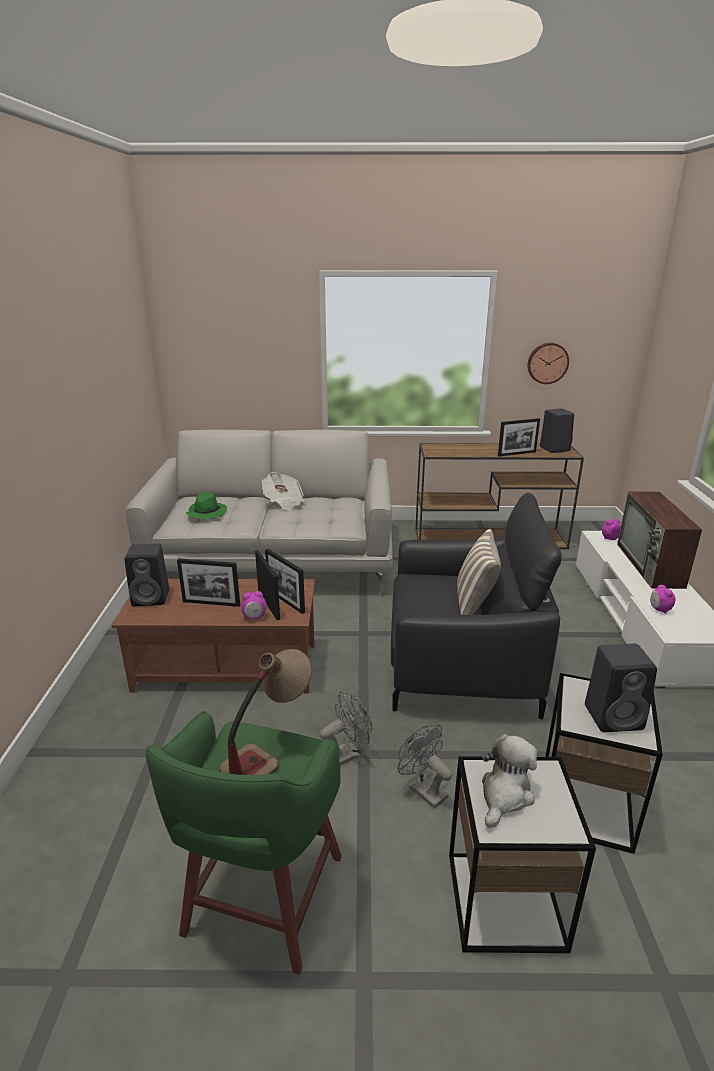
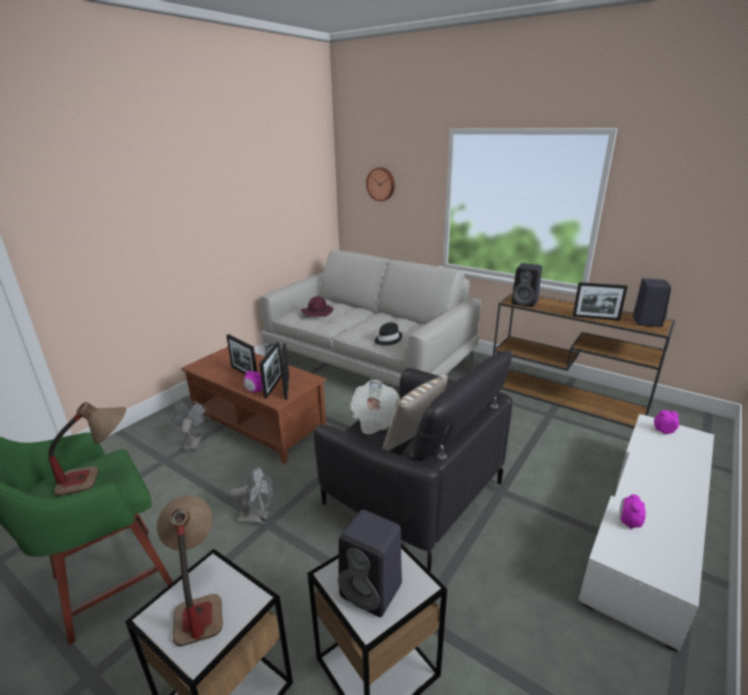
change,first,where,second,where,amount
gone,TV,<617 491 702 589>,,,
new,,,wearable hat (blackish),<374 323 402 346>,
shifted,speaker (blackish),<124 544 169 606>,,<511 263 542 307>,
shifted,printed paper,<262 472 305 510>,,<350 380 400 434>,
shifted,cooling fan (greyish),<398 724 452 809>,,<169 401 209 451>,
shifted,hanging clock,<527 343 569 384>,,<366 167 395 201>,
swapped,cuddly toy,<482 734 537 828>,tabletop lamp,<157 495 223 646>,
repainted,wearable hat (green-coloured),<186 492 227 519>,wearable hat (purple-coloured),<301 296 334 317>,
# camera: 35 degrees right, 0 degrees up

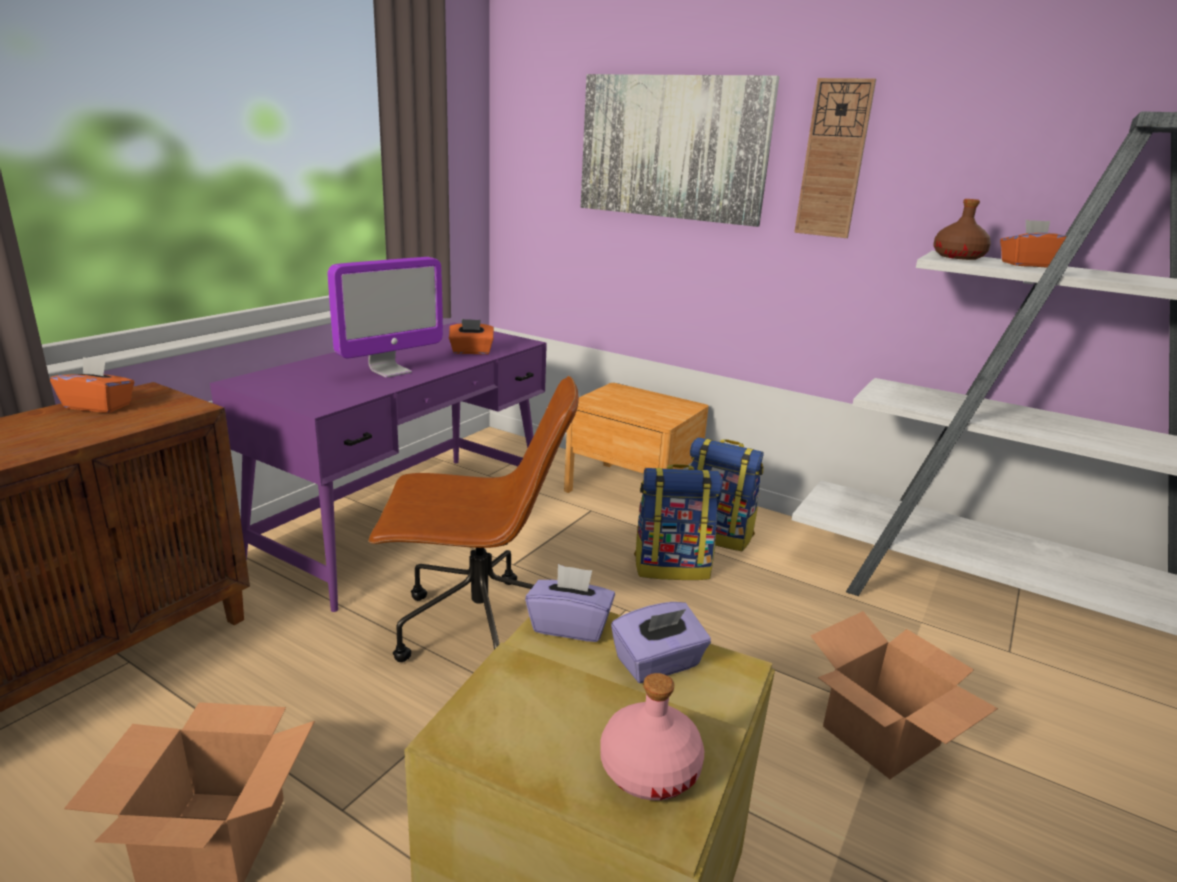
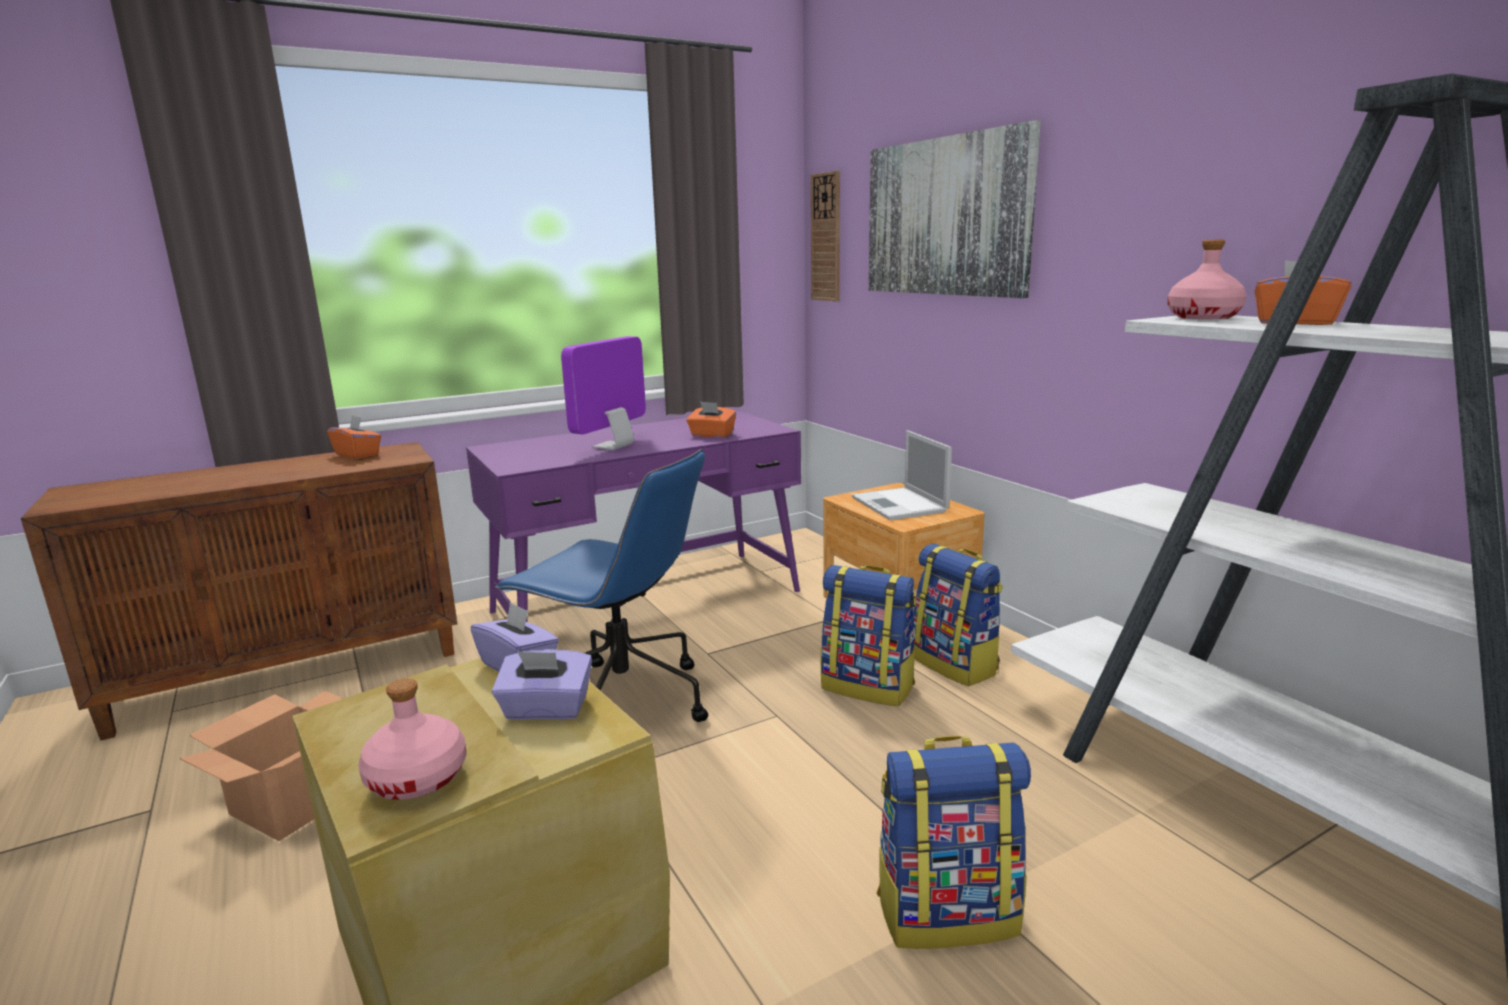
change,first,where,second,where,amount
new,,,laptop,<852 430 952 520>,
shifted,hanging clock,<794 78 876 238>,,<811 170 840 301>,
swapped,cardboard box,<811 611 998 779>,knapsack,<876 736 1031 949>,
repainted,office chair (brown-coloured),<368 376 579 662>,office chair (blue),<495 449 708 722>,
repainted,bottle (brown-coloured),<933 199 991 260>,bottle (pink-coloured),<1167 239 1247 320>,
rotated,monitor,<327 257 443 378>,,<561 336 646 450>,135 degrees clockwise
# camera: 30 degrees right, 5 degrees down

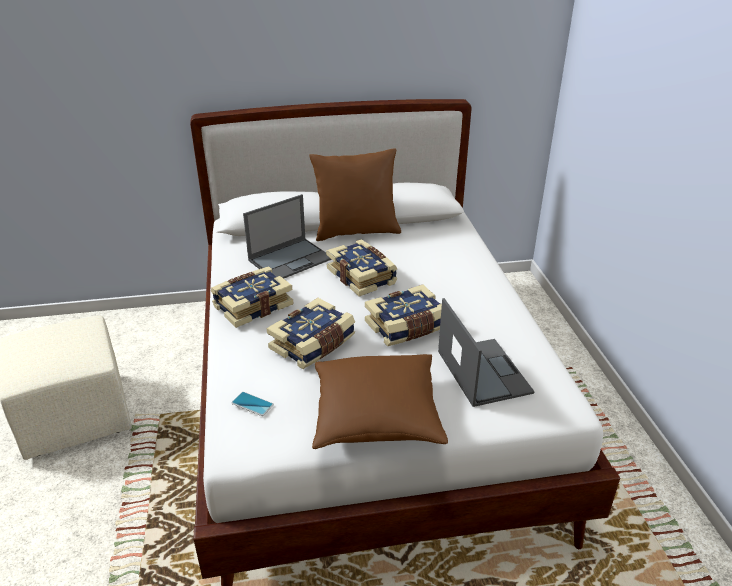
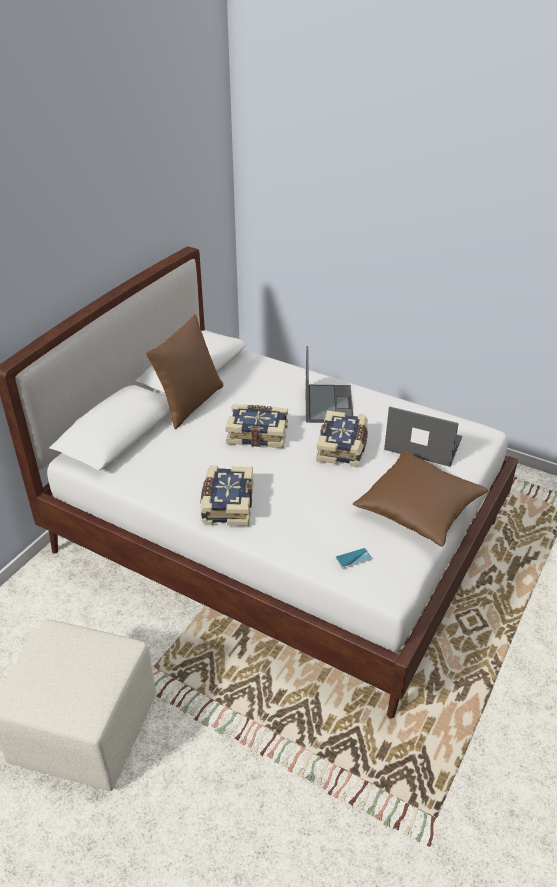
change,first,where,second,where,amount
gone,volume,<266 298 355 369>,,,
shifted,laptop,<243 194 332 278>,,<305 346 353 423>,
# camera: 50 degrees left, 5 degrees up

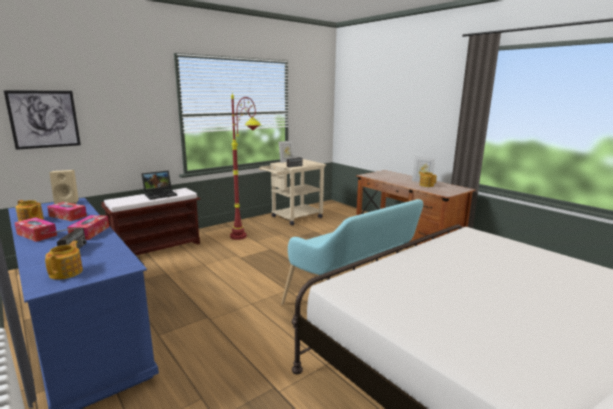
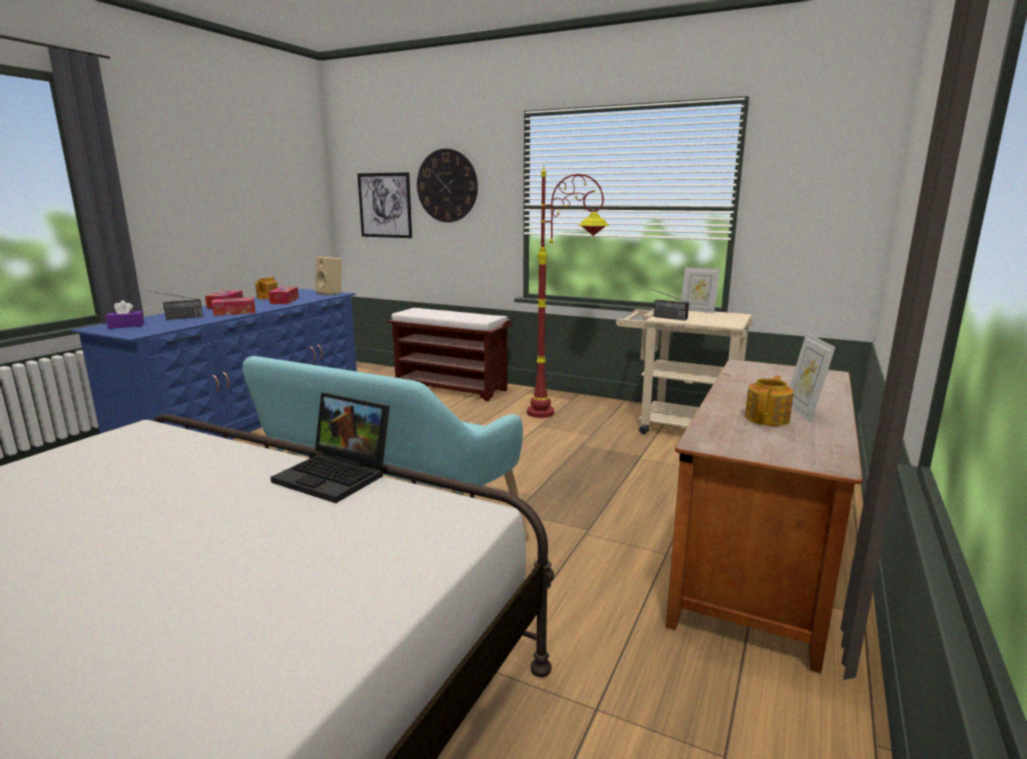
change,first,where,second,where,amount
new,,,hanging clock,<417 149 478 222>,
shifted,laptop,<141 171 177 200>,,<270 393 390 503>,
swapped,teapot,<45 241 83 280>,tissue box (purple-coloured),<106 300 144 329>,
# camera: 65 degrees right, 0 degrees up

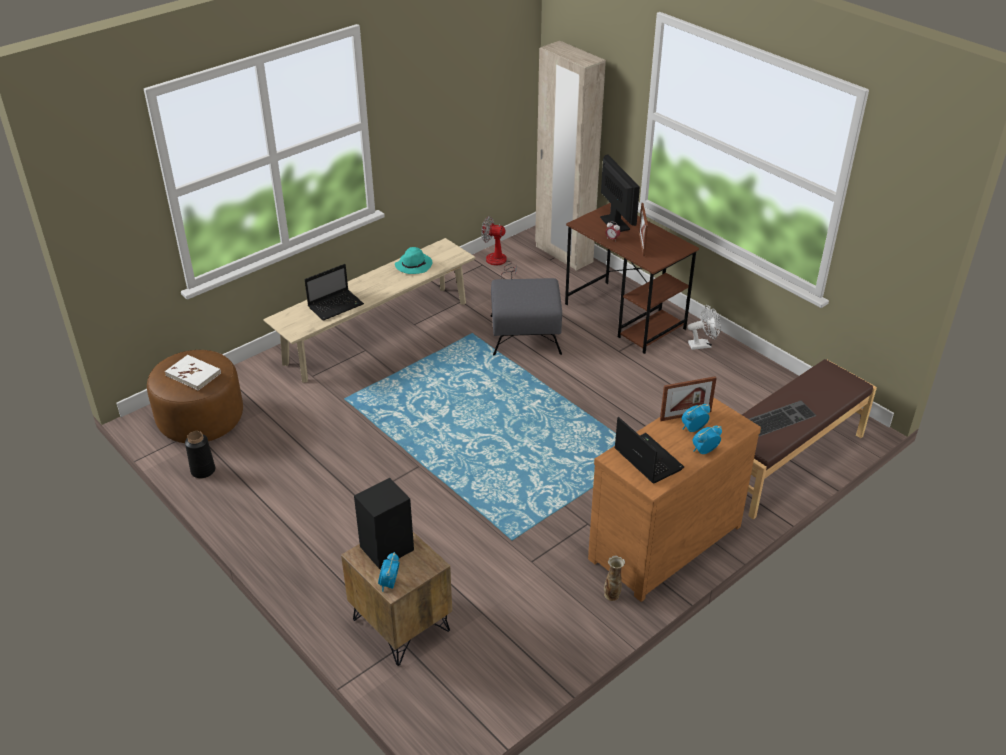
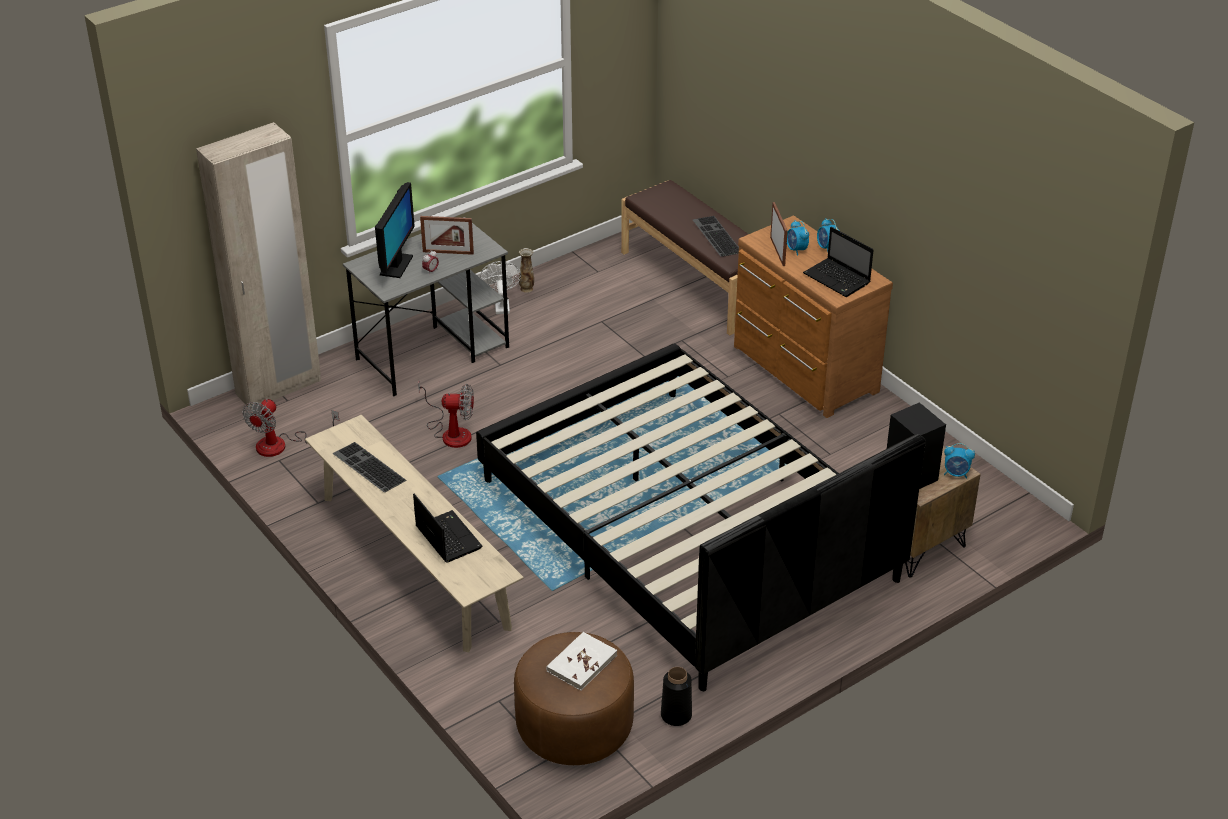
change,first,where,second,where,amount
new,,,bedroom bed (blackish),<476 343 926 691>,
shifted,flower vase,<604 556 625 601>,,<519 248 534 293>,
swapped,wearable hat (turquoise),<395 247 433 274>,PC keyboard,<332 442 406 492>,
swapped,footrest (greyish),<491 278 562 355>,cooling fan,<418 380 474 448>,
repainted,desk (brown-coloured),<565 203 699 354>,desk (greyish),<343 217 509 397>,
rotated,monitor,<600 154 640 232>,,<375 182 415 278>,120 degrees clockwise
rotated,laptop,<615 417 684 483>,,<803 227 873 297>,105 degrees counterclockwise
# camera: 85 degrees left, 0 degrees up

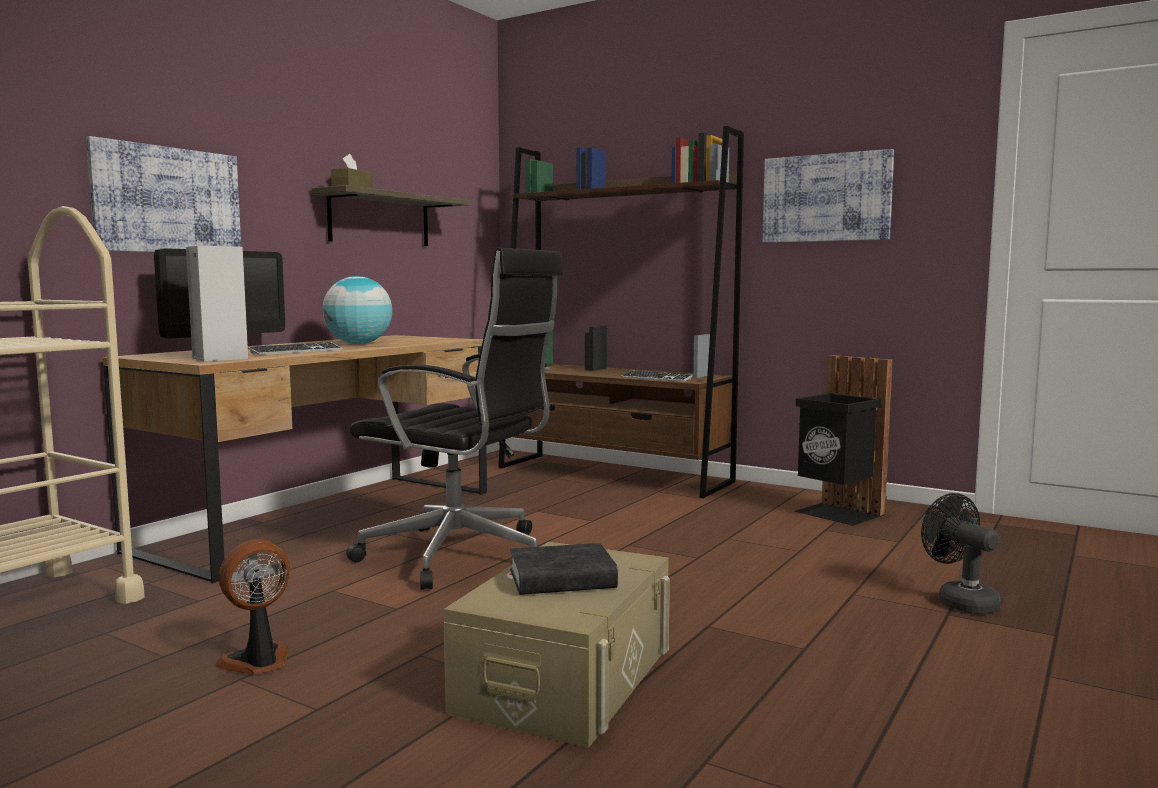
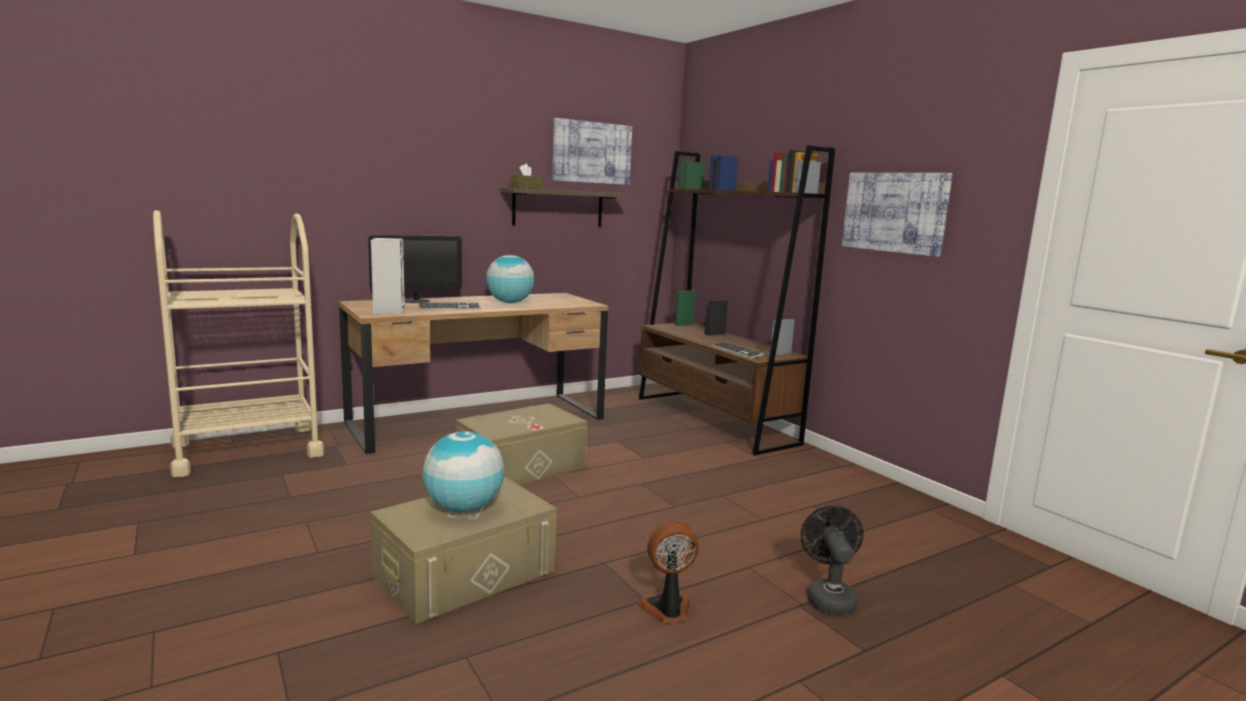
change,first,where,second,where,amount
gone,waste bin (blackish),<794 355 893 526>,,,
shifted,wall picture,<86 136 241 252>,,<552 118 632 185>,
shifted,cooling fan,<215 539 290 675>,,<638 521 699 623>,
swapped,office chair (blackish),<346 248 564 590>,storage box (beige-coloured),<456 403 587 485>,
swapped,volume (blackish),<510 543 618 595>,world globe,<423 431 504 512>,
# camera: 25 degrees right, 5 degrees up

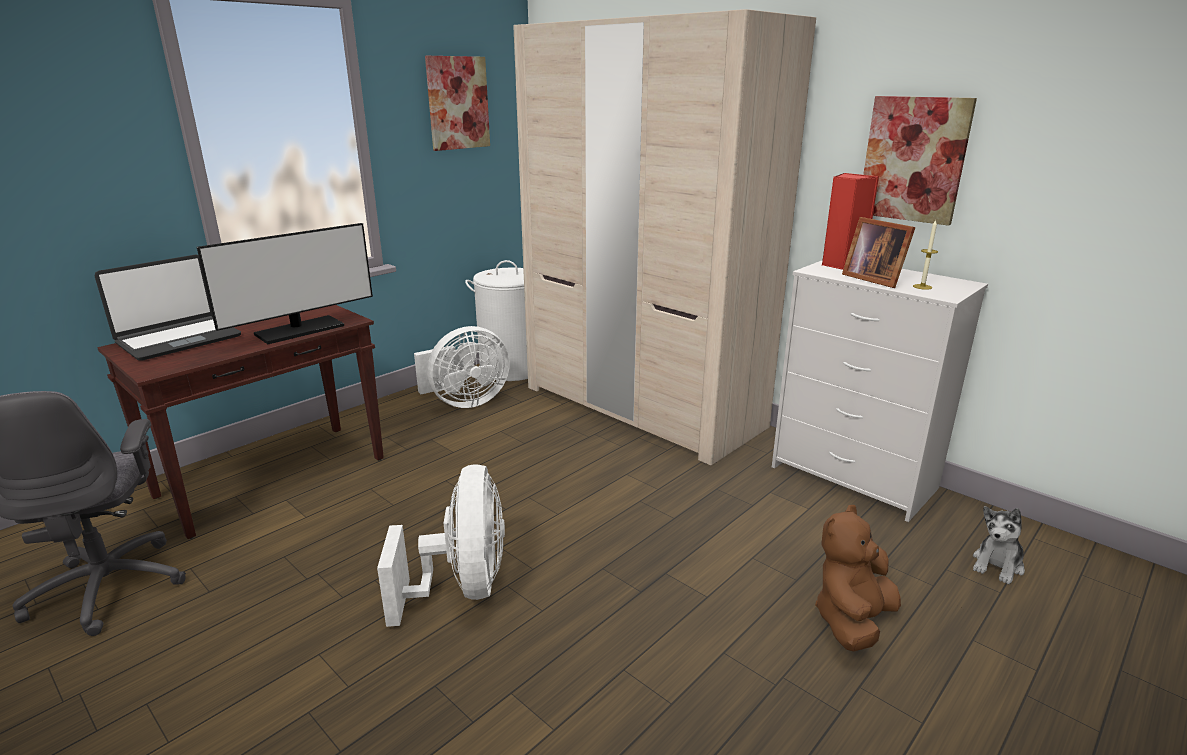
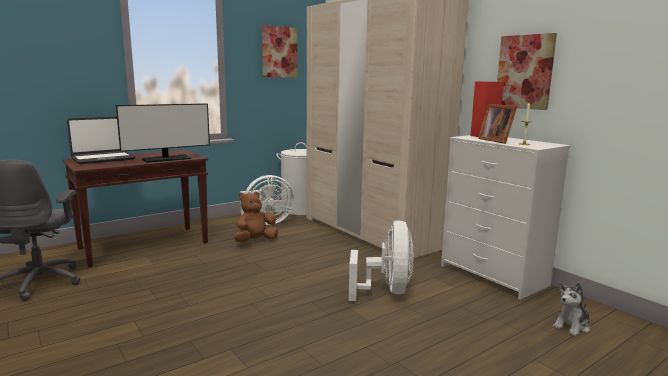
change,first,where,second,where,amount
shifted,cooling fan (white),<377 464 505 627>,,<349 221 414 301>,
shifted,cuddly toy (brown-coloured),<815 505 901 652>,,<234 192 278 242>,
# camera: 10 degrees right, 10 degrees down

